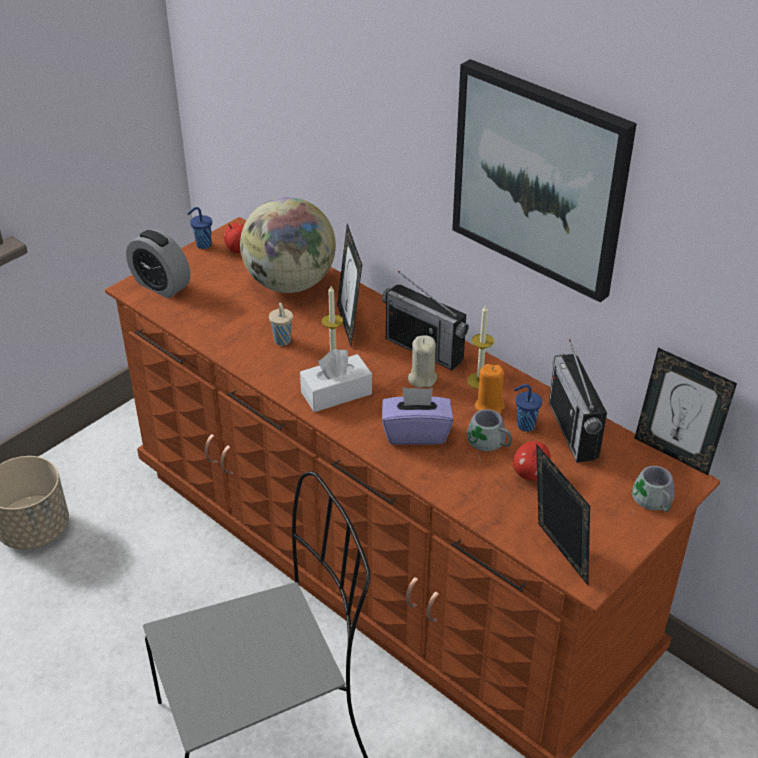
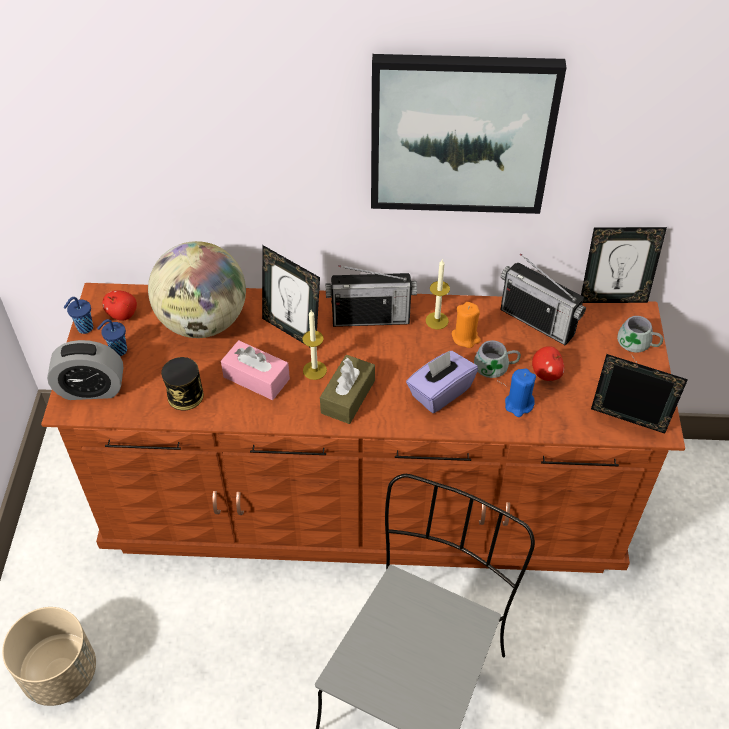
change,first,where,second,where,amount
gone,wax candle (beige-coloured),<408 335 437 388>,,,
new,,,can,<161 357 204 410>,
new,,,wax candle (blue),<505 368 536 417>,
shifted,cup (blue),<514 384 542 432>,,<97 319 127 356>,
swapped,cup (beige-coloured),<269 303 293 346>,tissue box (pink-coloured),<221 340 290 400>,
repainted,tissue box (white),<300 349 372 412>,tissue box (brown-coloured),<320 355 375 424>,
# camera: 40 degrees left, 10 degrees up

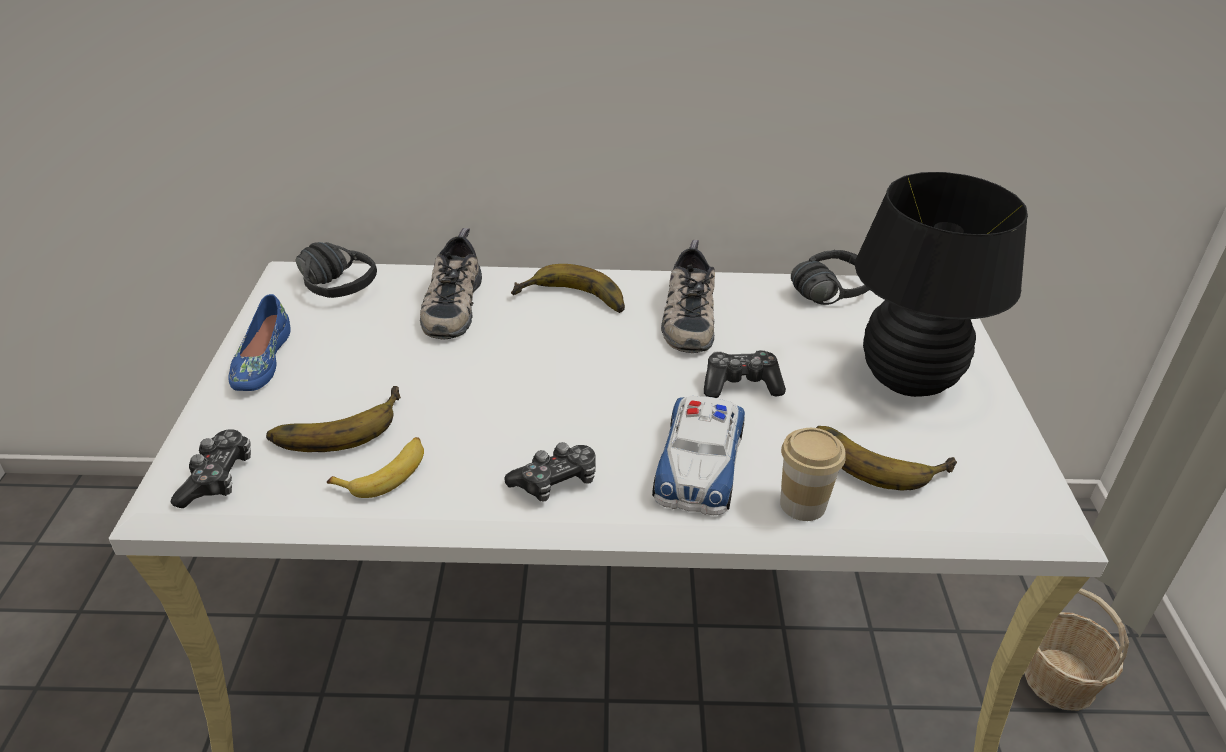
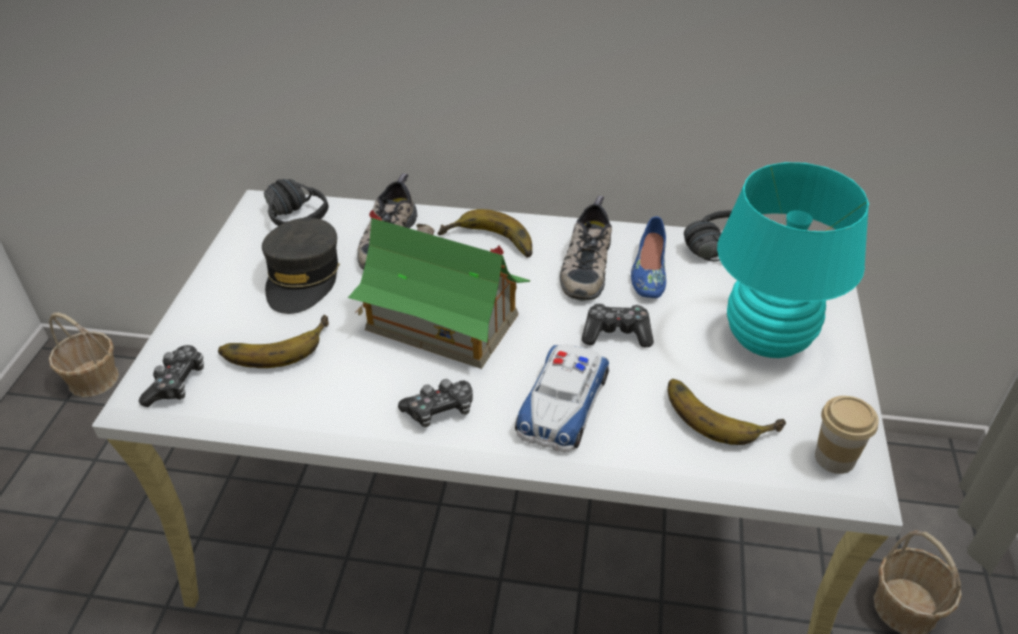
change,first,where,second,where,amount
gone,banana fruit,<327 437 424 498>,,,
new,,,basket,<49 312 119 397>,
new,,,cap (greyish),<262 218 340 314>,
new,,,miniature house,<348 209 530 369>,
shifted,item of footwear (blue),<229 294 291 391>,,<631 217 666 298>,
shifted,cup,<780 428 846 521>,,<815 396 879 474>,
repainted,tabletop lamp (blackish),<855 172 1028 397>,tabletop lamp (turquoise),<717 162 869 358>,
# camera: 10 degrees right, 5 degrees up

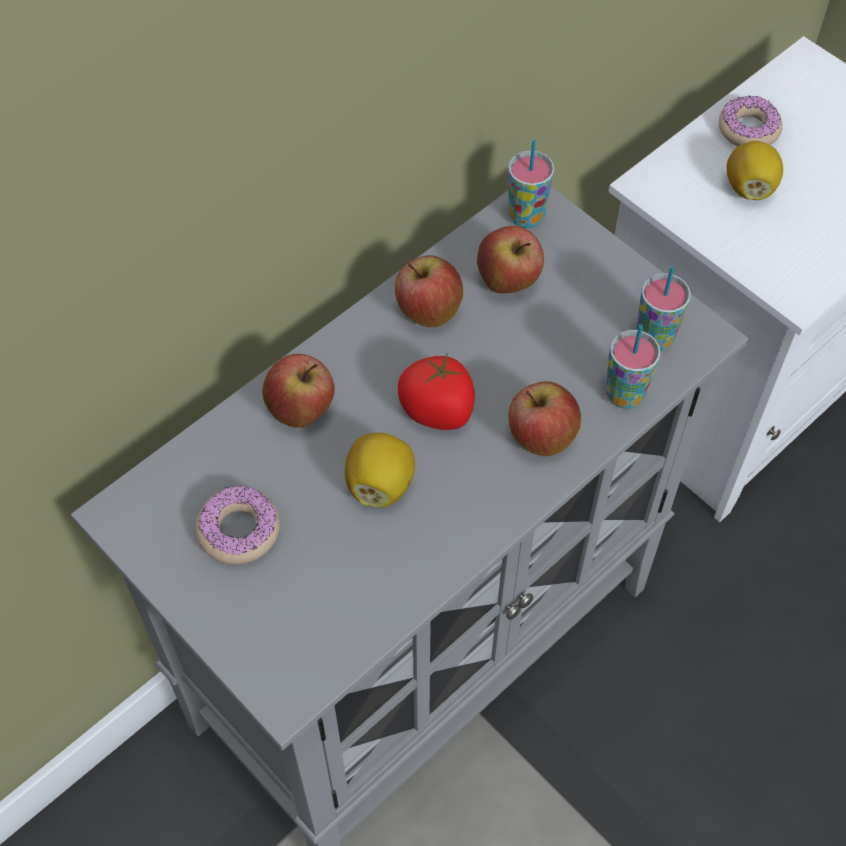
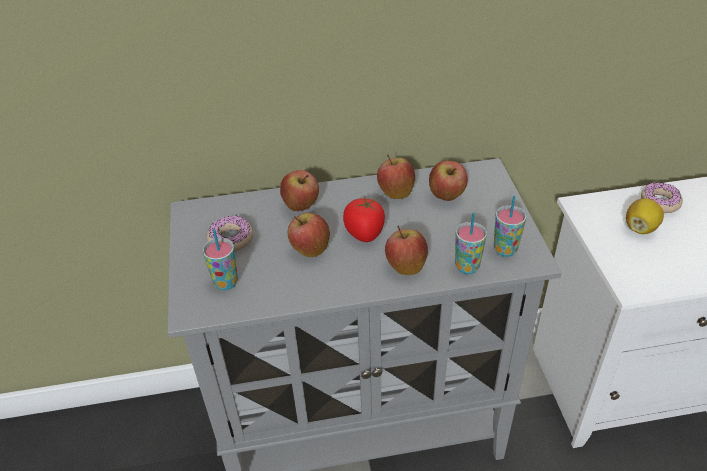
change,first,where,second,where,amount
shifted,cup,<508 140 555 228>,,<203 229 238 290>,
swapped,lemon,<345 432 415 507>,apple,<287 212 330 257>,
# camera: 35 degrees right, 15 degrees down

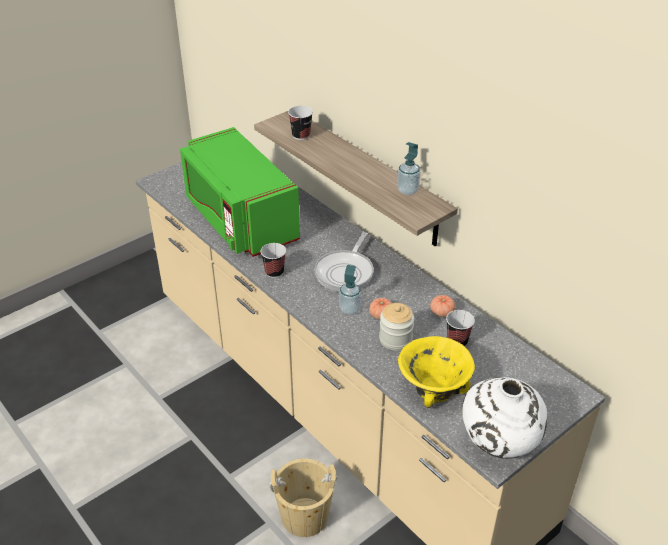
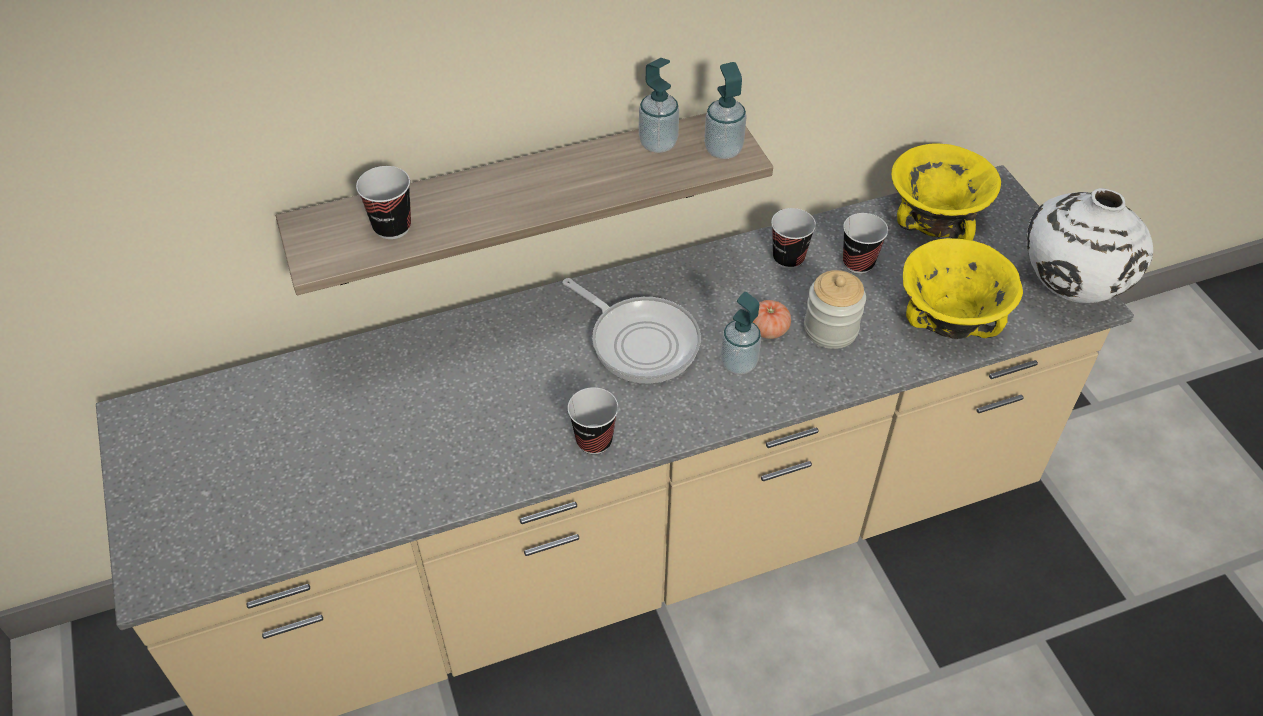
change,first,where,second,where,amount
gone,kitchen microwave (green-coloured),<180 127 300 257>,,,
gone,pail (beige-coloured),<269 458 338 537>,,,
new,,,soap dispenser,<704 62 747 159>,
new,,,serving bowl (yellow),<891 143 1001 241>,
swapped,whole tomato,<430 295 455 317>,cup,<771 208 816 269>,
# camera: 70 degrees left, 10 degrees up

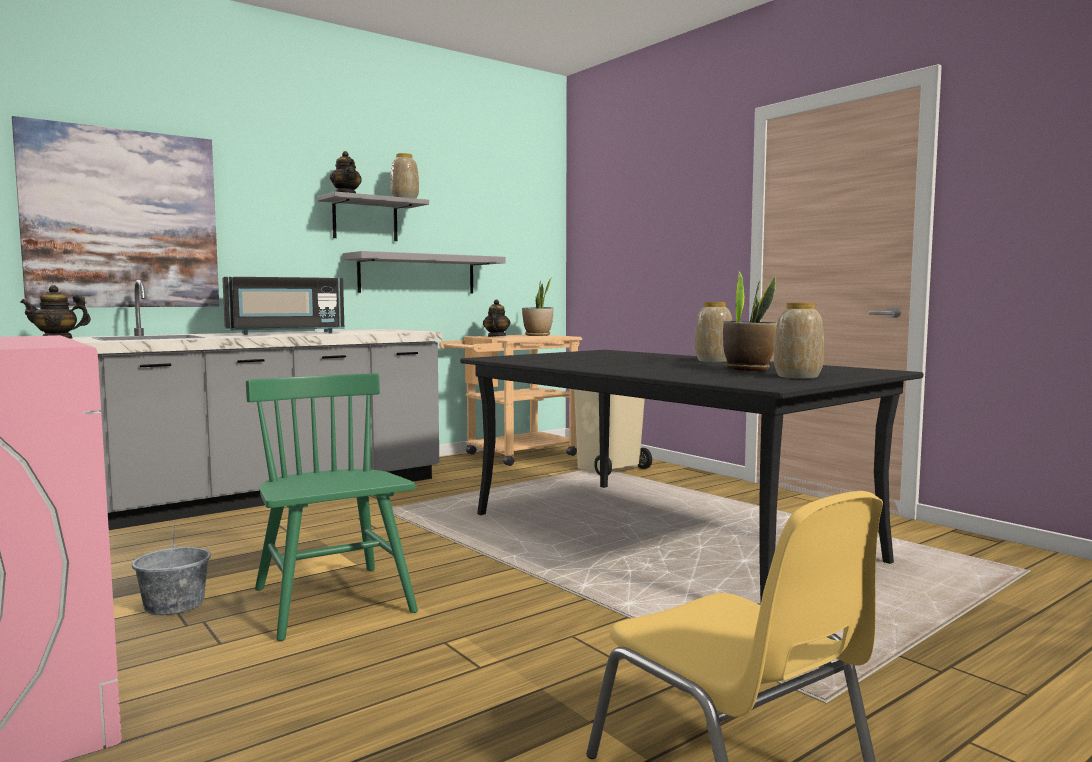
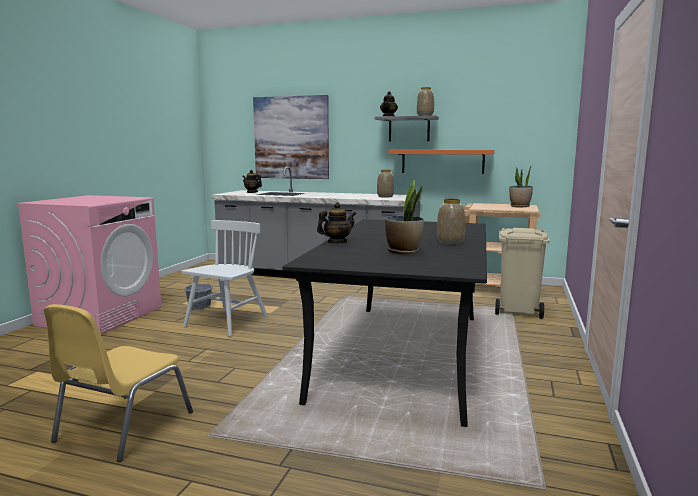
change,first,where,second,where,amount
gone,kitchen microwave (blackish),<222 277 345 335>,,,
shifted,teapot,<483 299 511 337>,,<317 202 356 243>,
shifted,flower vase,<774 303 824 379>,,<377 170 394 198>,
repainted,plain chair (green-coloured),<246 373 418 641>,plain chair (white),<181 220 268 337>,
repainted,wall shelf (greyish),<343 251 506 293>,wall shelf (orangey),<389 150 495 174>,
# camera: 55 degrees right, 5 degrees up

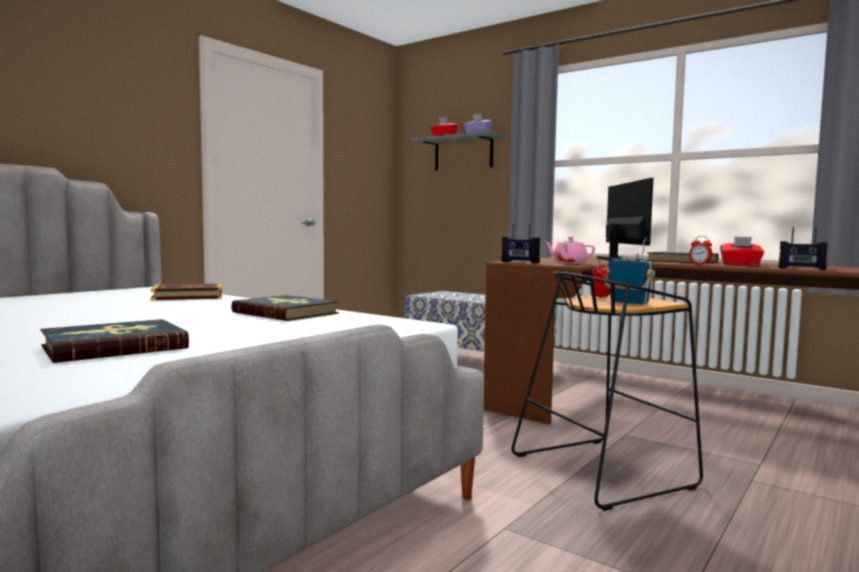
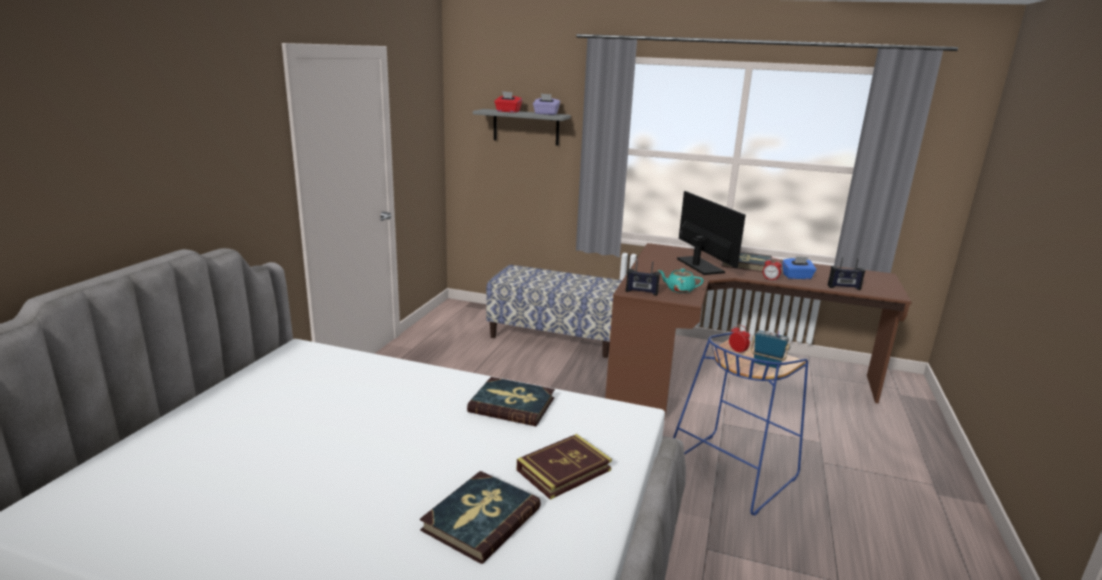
change,first,where,second,where,amount
shifted,volume,<151 283 222 300>,,<517 434 612 500>,
repainted,stool seat (blackish),<512 272 703 511>,stool seat (blue),<673 332 808 516>,
repainted,teapot (pink-coloured),<545 237 595 264>,teapot (turquoise),<658 268 704 293>,
repainted,tissue box (reddish),<720 236 764 266>,tissue box (blue),<782 256 816 279>,
# camera: 20 degrees left, 15 degrees up

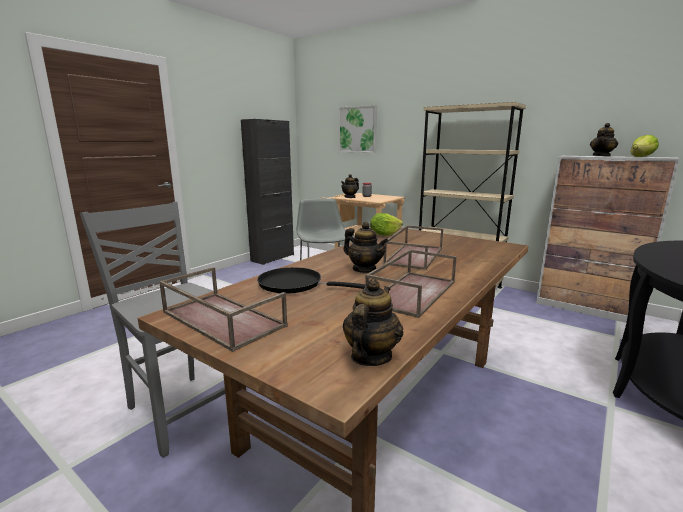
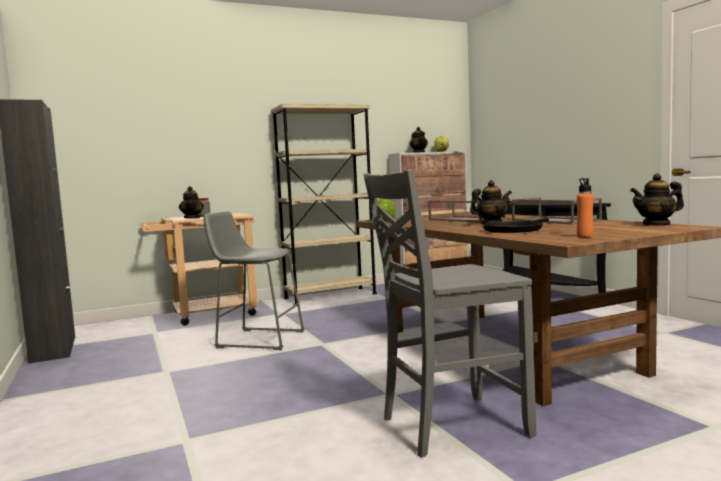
change,first,where,second,where,amount
gone,wall picture,<338 105 377 153>,,,
swapped,tray (brown-coloured),<159 267 288 352>,bottle (orangey),<577 178 594 237>,
rotated,teapot,<342 279 403 366>,,<630 173 684 226>,60 degrees counterclockwise
# camera: 60 degrees left, 10 degrees down

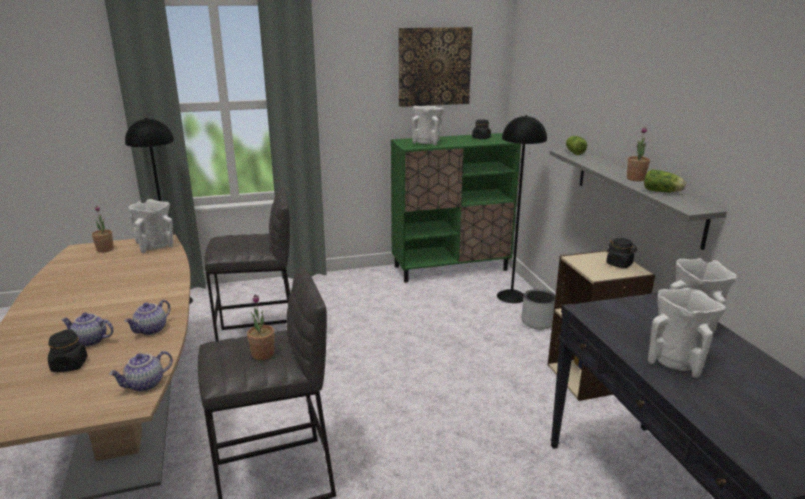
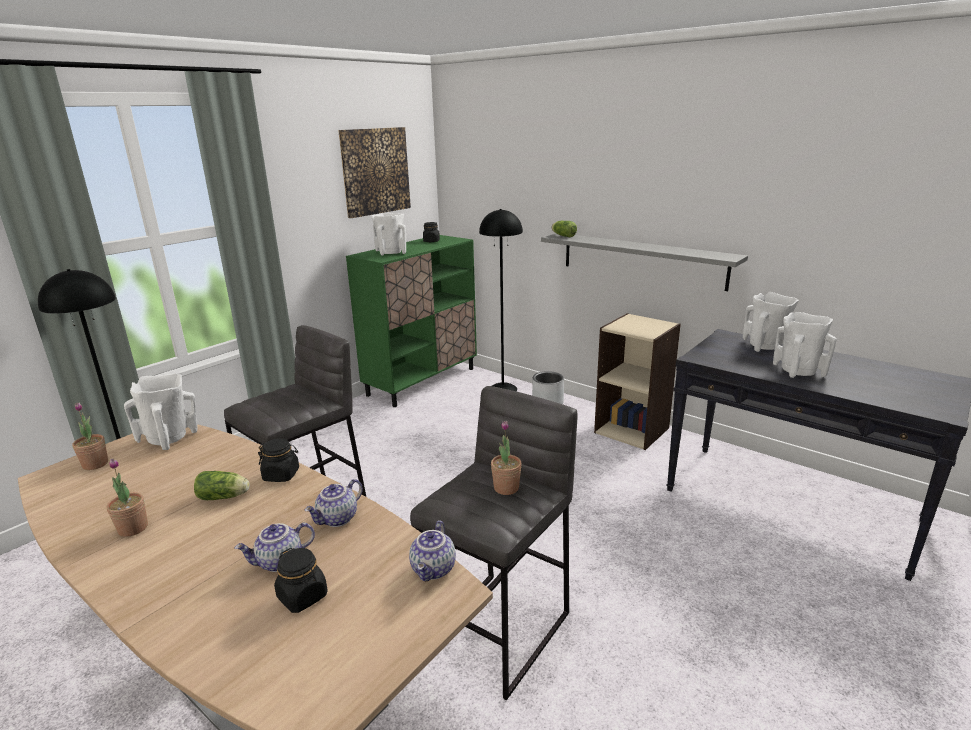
change,first,where,second,where,amount
shifted,preserve jar (blackish),<606 238 637 268>,,<258 438 299 482>,
shifted,potted plant,<627 127 650 181>,,<106 459 148 537>,
shifted,lettuce head,<644 169 686 192>,,<194 471 250 500>,
rotated,teapot,<124 300 171 335>,,<305 479 363 527>,45 degrees clockwise
# camera: 35 degrees left, 0 degrees up

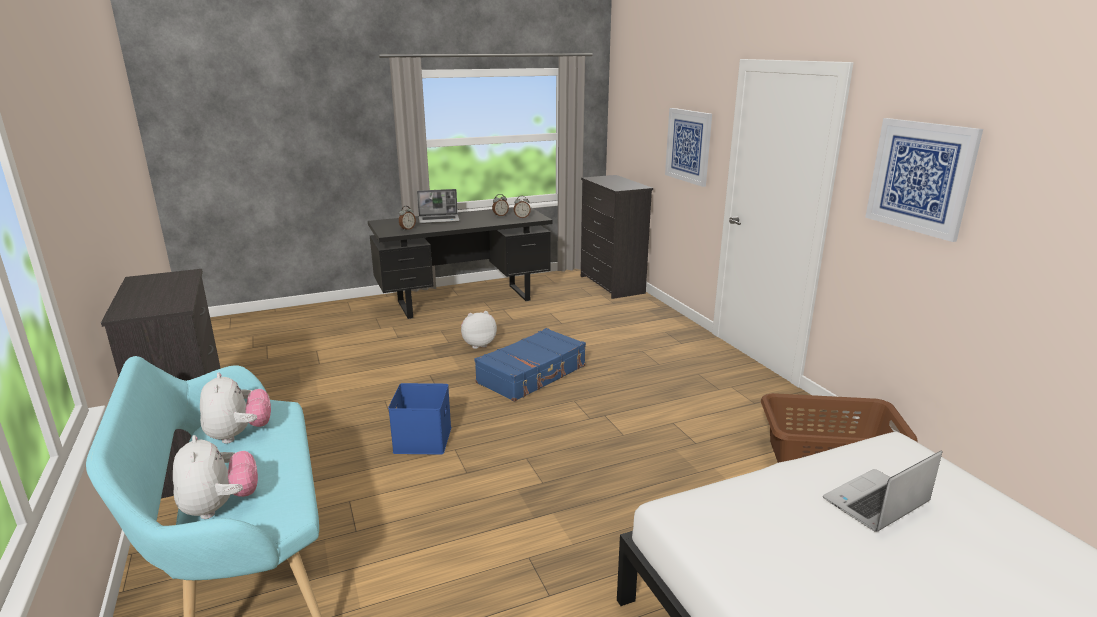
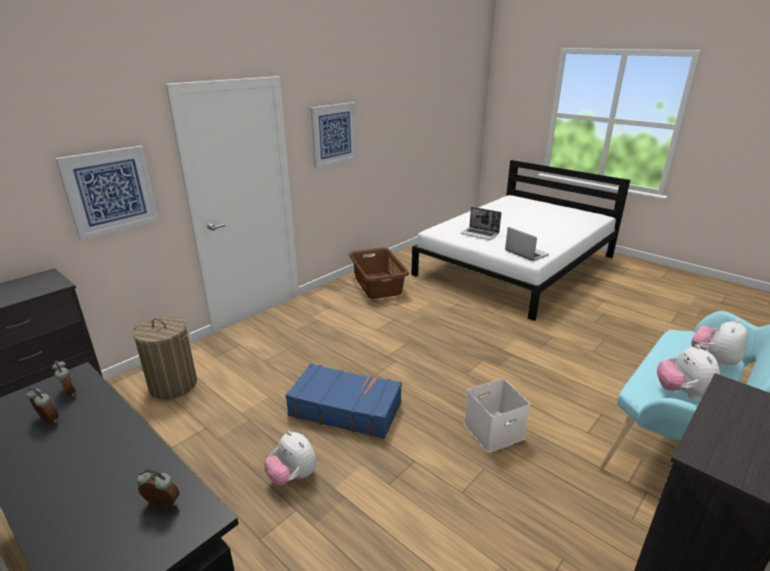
change,first,where,second,where,amount
new,,,laundry basket,<133 316 197 399>,
shifted,laptop,<417 189 460 224>,,<505 227 549 261>,
repainted,storage box (blue),<388 383 451 455>,storage box (white),<464 379 530 453>,
rotated,cuddly toy,<200 372 271 444>,,<657 344 720 399>,45 degrees counterclockwise
# camera: 115 degrees left, 5 degrees up

